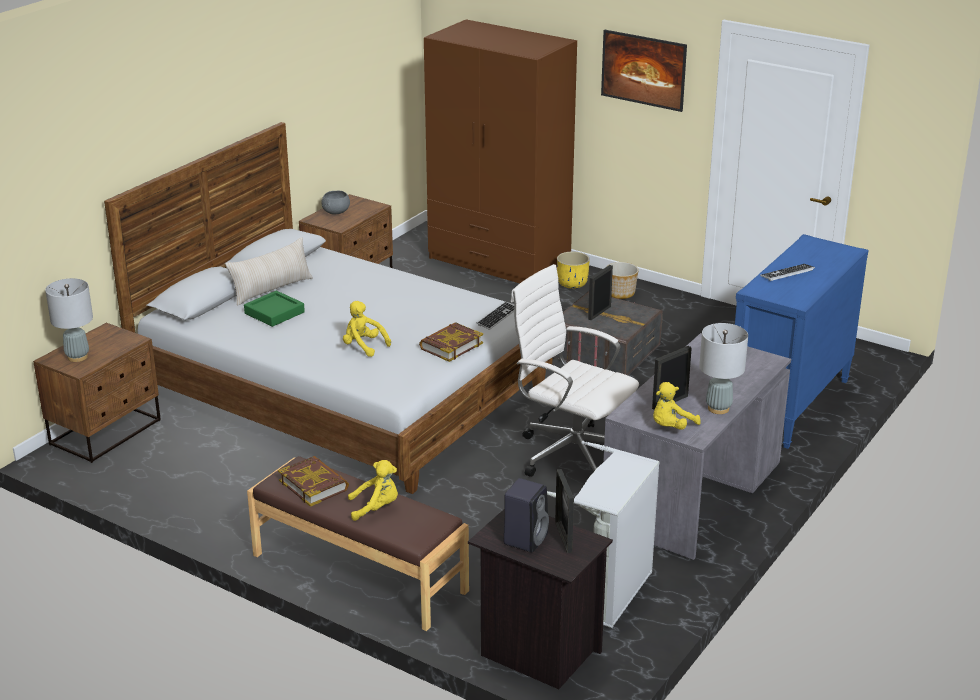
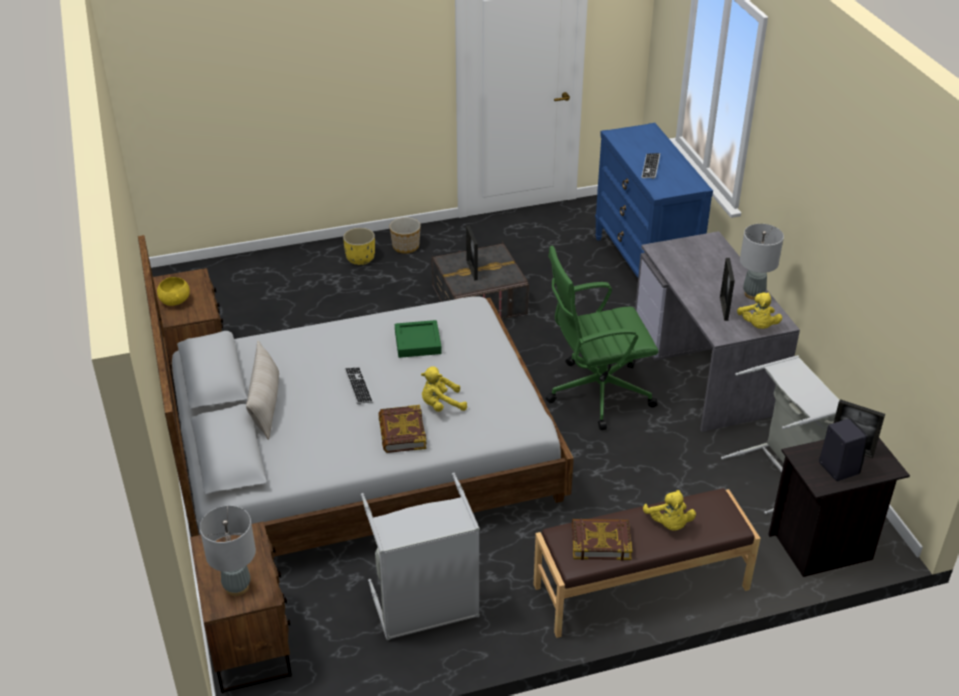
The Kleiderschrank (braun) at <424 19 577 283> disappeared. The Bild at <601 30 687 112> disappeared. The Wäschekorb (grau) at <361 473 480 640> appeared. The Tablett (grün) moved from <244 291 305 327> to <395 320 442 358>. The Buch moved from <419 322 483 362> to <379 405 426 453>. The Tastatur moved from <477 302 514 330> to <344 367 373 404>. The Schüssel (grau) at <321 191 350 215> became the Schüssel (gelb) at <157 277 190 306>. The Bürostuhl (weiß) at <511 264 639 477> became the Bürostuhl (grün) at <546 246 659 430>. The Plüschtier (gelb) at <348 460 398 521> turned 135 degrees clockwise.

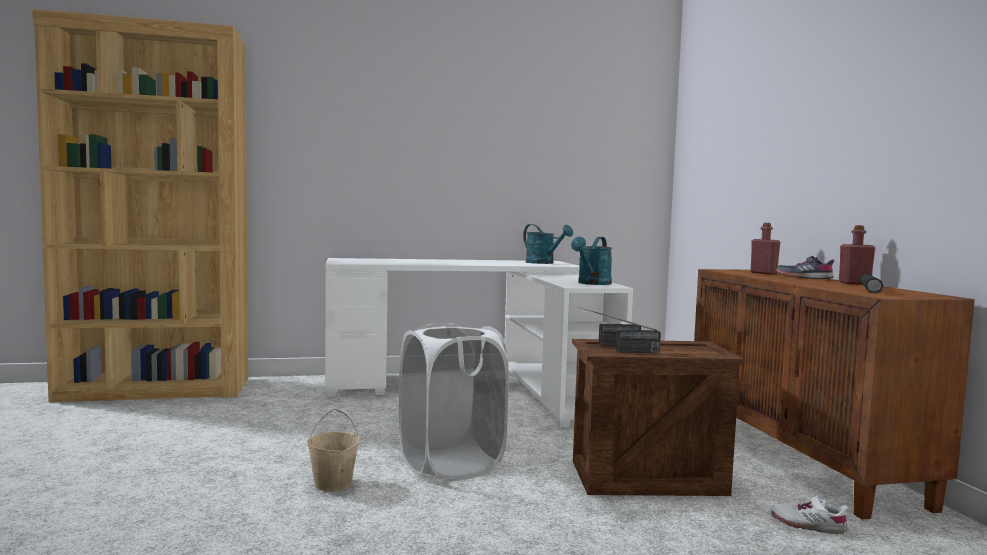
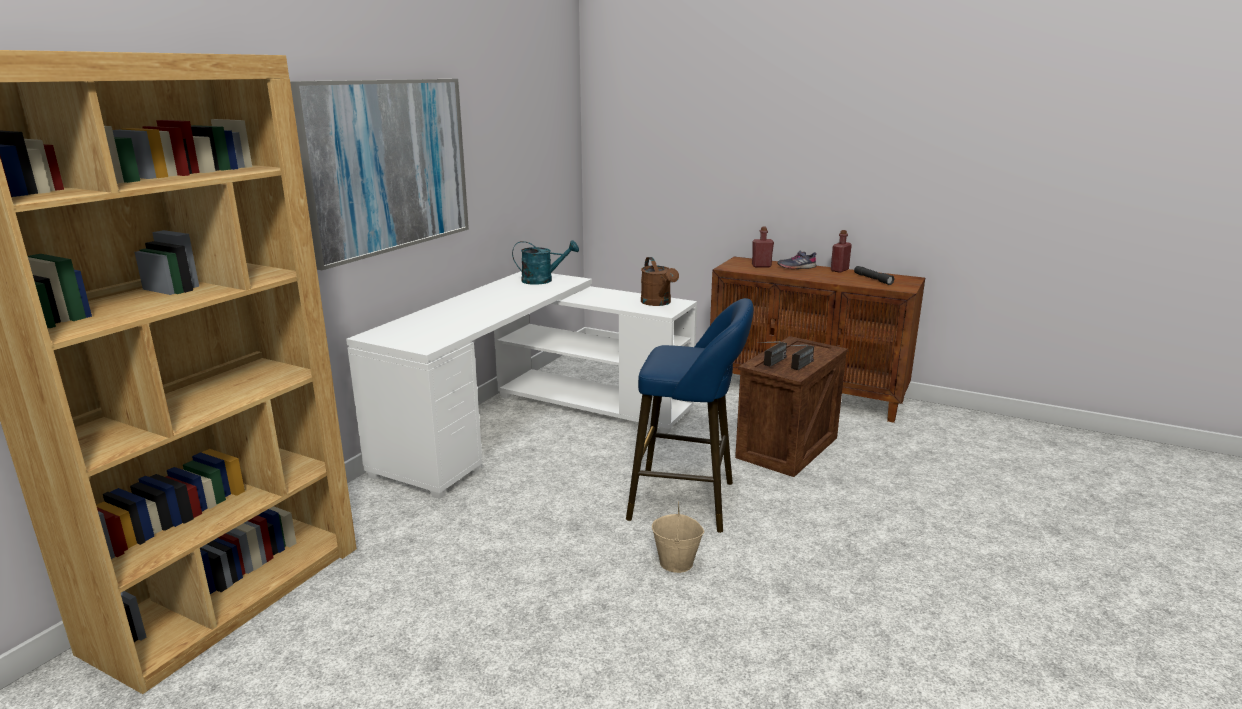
The Schuh (weiß) at <770 496 848 535> disappeared. The Bild at <290 79 469 270> appeared. The Wäschekorb (weiß) at <399 323 509 480> was replaced by the Hocker (blau) at <626 298 754 533>. The Gießkanne (türkis) at <571 237 612 285> became the Gießkanne (braun) at <641 257 679 306>.

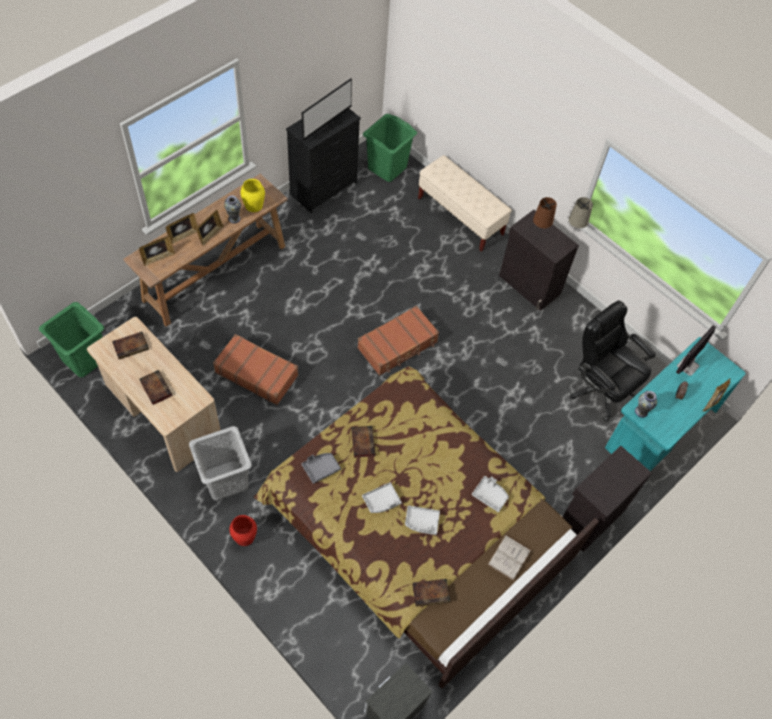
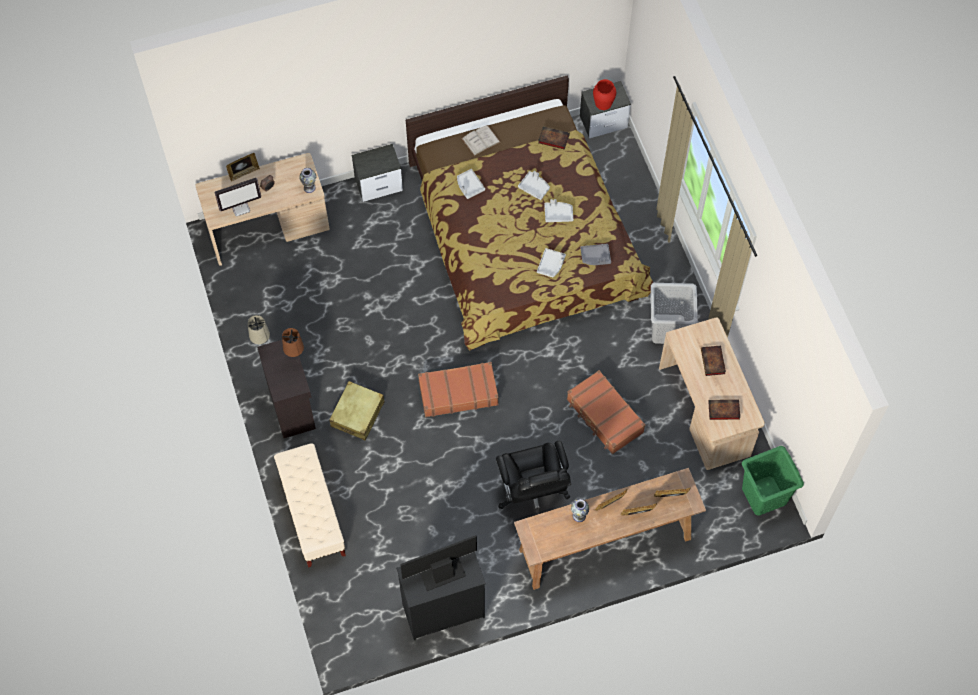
The Vase (gelb) at <240 179 265 212> disappeared. The Wäschekorb (grün) at <363 114 417 182> disappeared. The Koffer (beige) at <330 381 385 440> appeared. The Vase (rot) moved from <229 515 257 546> to <593 79 616 110>. The Bürostuhl (schwarz) moved from <570 300 656 422> to <496 441 571 515>. The Buch at <351 426 376 458> was replaced by the Tablett (grau) at <537 248 566 277>. The Schrank (schwarz) at <560 446 652 552> was replaced by the Nachttisch at <352 144 403 202>. The Schreibtisch (türkis) at <605 337 746 471> became the Schreibtisch (beige) at <195 153 329 266>.

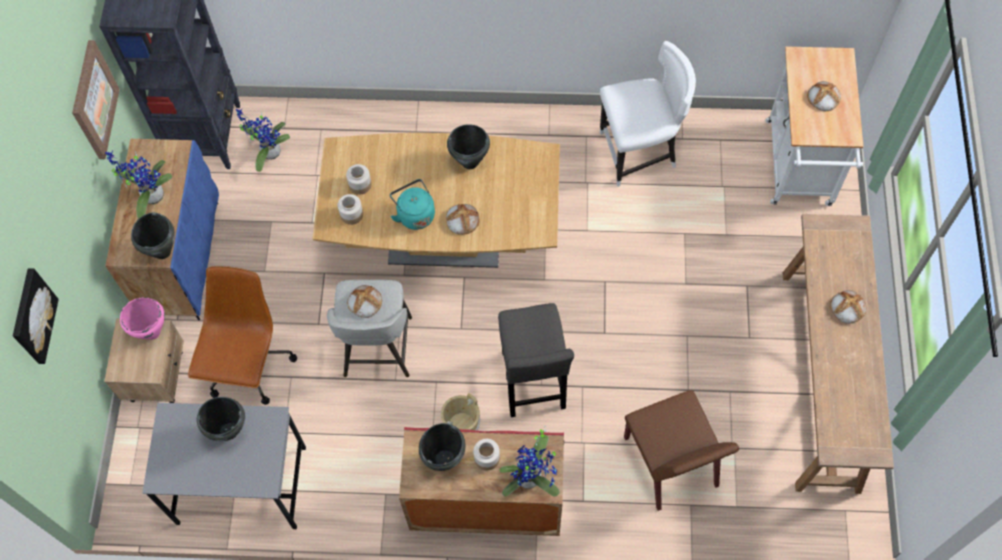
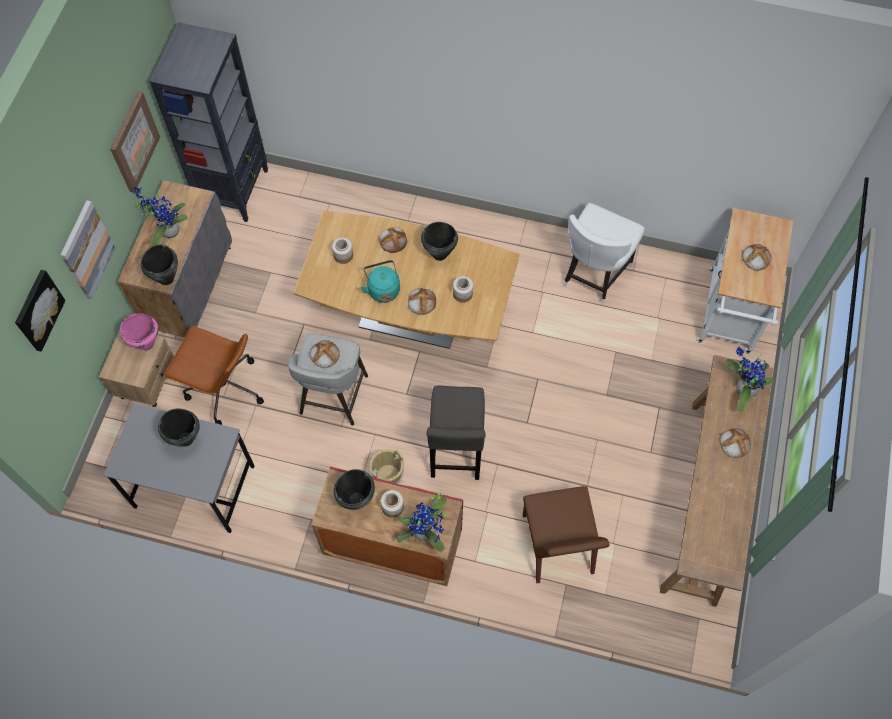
The Bild at <60 200 116 299> appeared. The Brot at <379 227 407 253> appeared. The Topfpflanze moved from <236 109 290 172> to <725 347 774 412>. The Vorratsglas moved from <338 194 363 225> to <453 276 473 303>. The Schrank (blau) at <105 139 219 320> became the Schrank (grau) at <118 180 232 337>. The Bürostuhl (braun) at <188 266 297 405> turned 90 degrees clockwise. The Stuhl (weiß) at <600 41 696 187> turned 120 degrees clockwise.

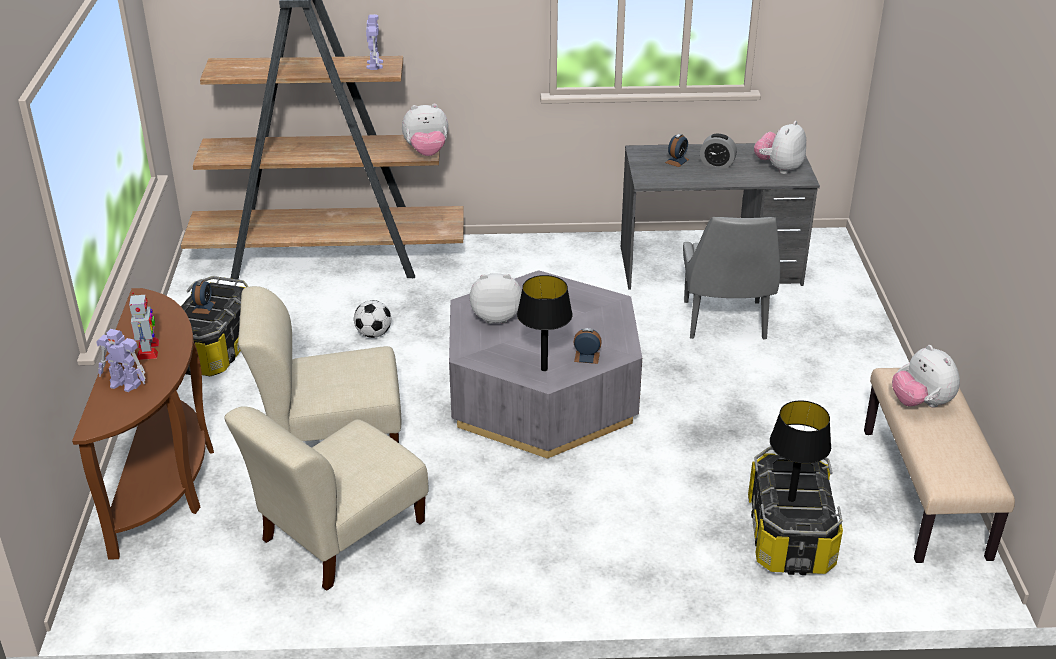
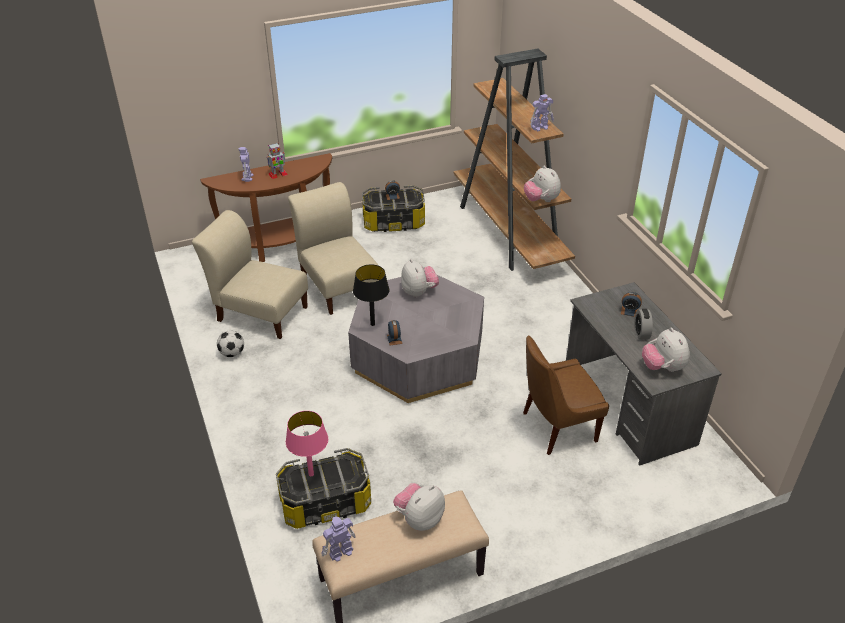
The Spielzeugroboter at <321 516 355 562> appeared. The Fußball moved from <354 300 391 338> to <217 330 244 357>. The Stuhl (grau) at <683 217 780 339> became the Stuhl (braun) at <523 335 609 455>. The Tischlampe (schwarz) at <770 400 831 502> became the Tischlampe (rosa) at <286 411 328 476>. The Plüschtier at <754 121 806 174> turned 120 degrees counterclockwise.

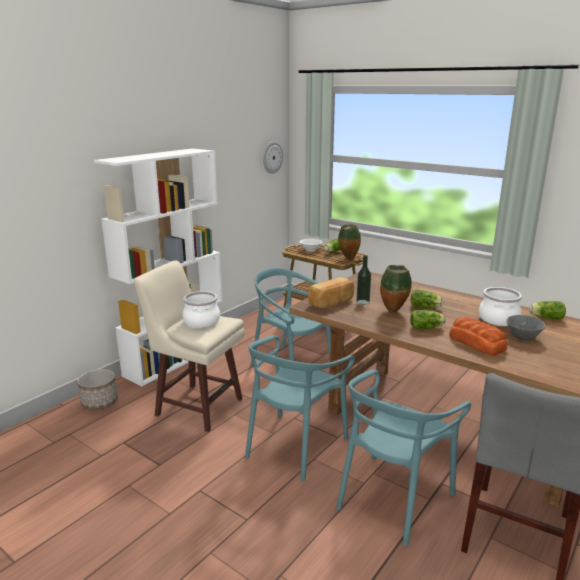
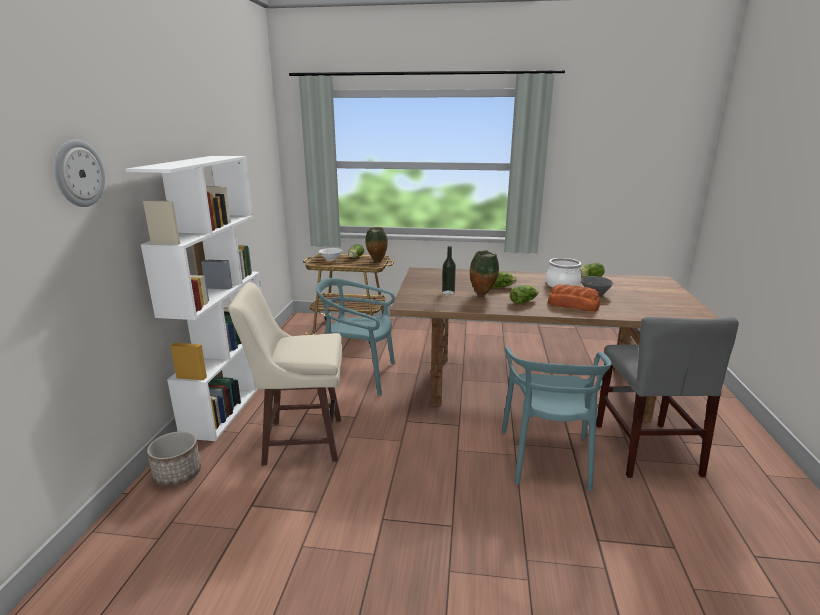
The Kochtopf at <183 291 220 328> disappeared. The Stuhl (türkis) at <245 335 355 481> disappeared. The Brot at <308 277 354 308> disappeared. The Wanduhr moved from <263 141 283 174> to <54 139 105 207>.

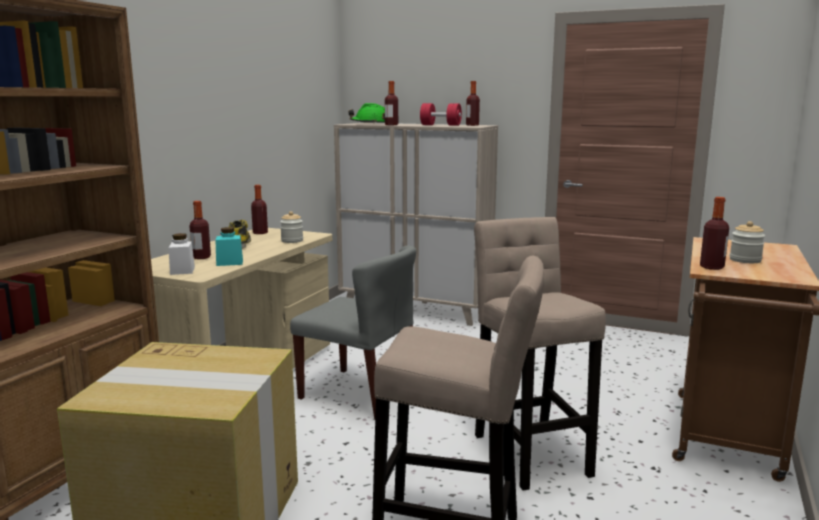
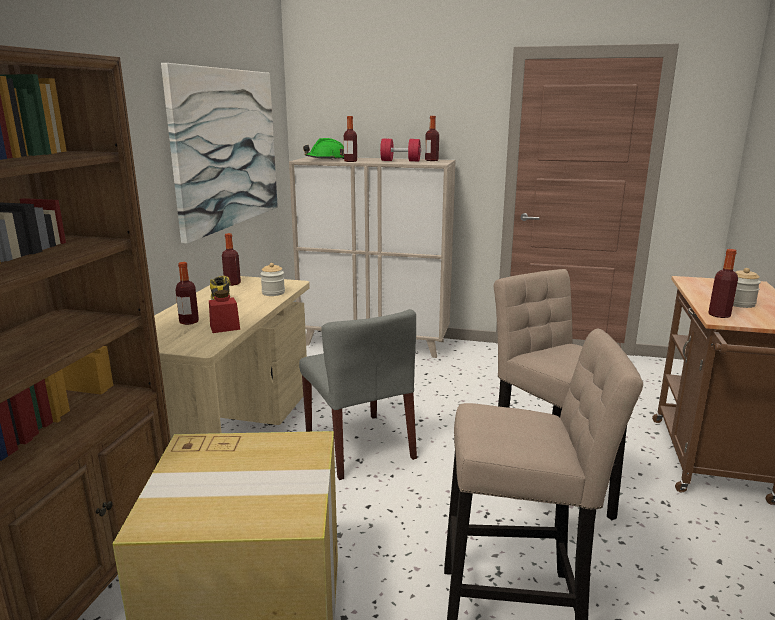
The Vorratsglas (weiß) at <169 233 195 275> disappeared. The Bild at <161 63 278 244> appeared. The Vorratsglas (türkis) at <216 227 243 266> became the Vorratsglas (rot) at <209 290 240 333>. The Stuhl (grau) at <290 245 416 420> turned 45 degrees clockwise.

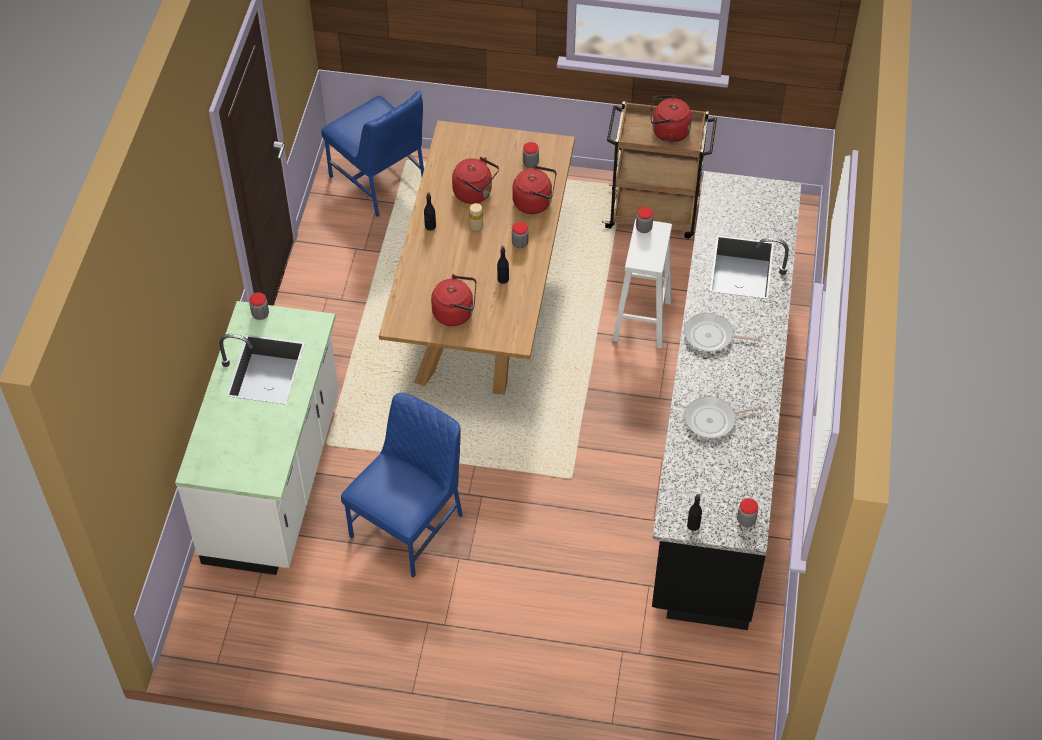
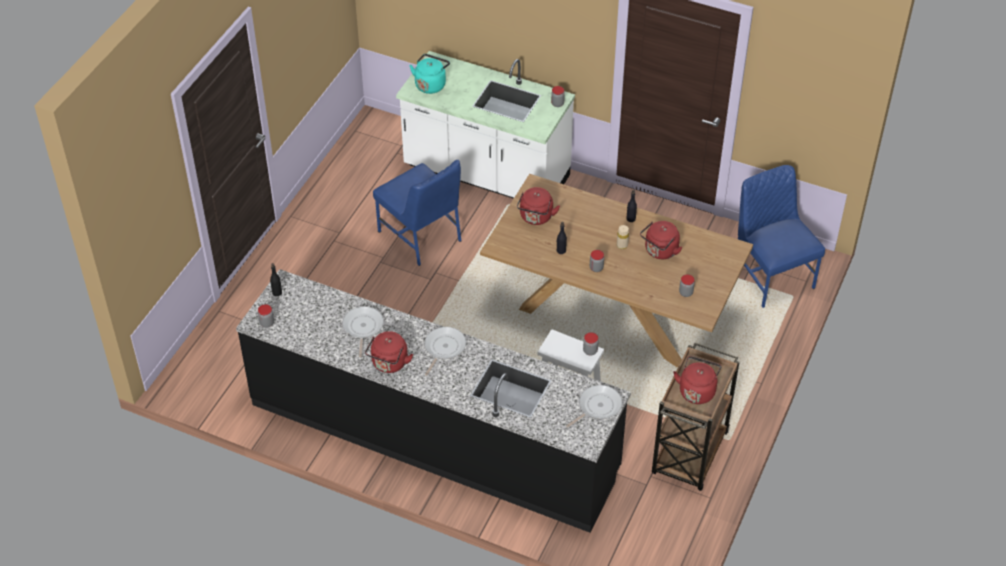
The Wasserkessel (türkis) at <410 54 450 94> appeared. The Pfanne at <566 385 622 427> appeared. The Wasserkessel (rot) moved from <512 165 556 214> to <365 331 413 373>. The Stuhl (blau) at <321 91 424 217> turned 90 degrees clockwise.

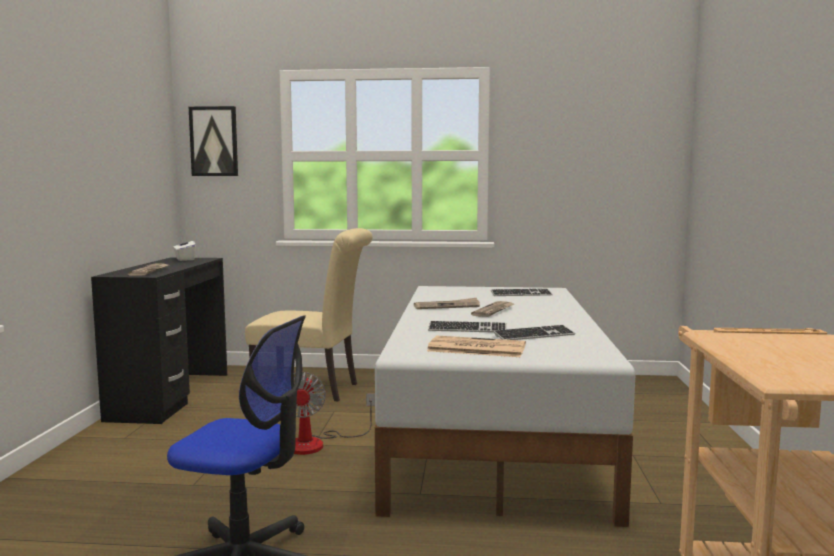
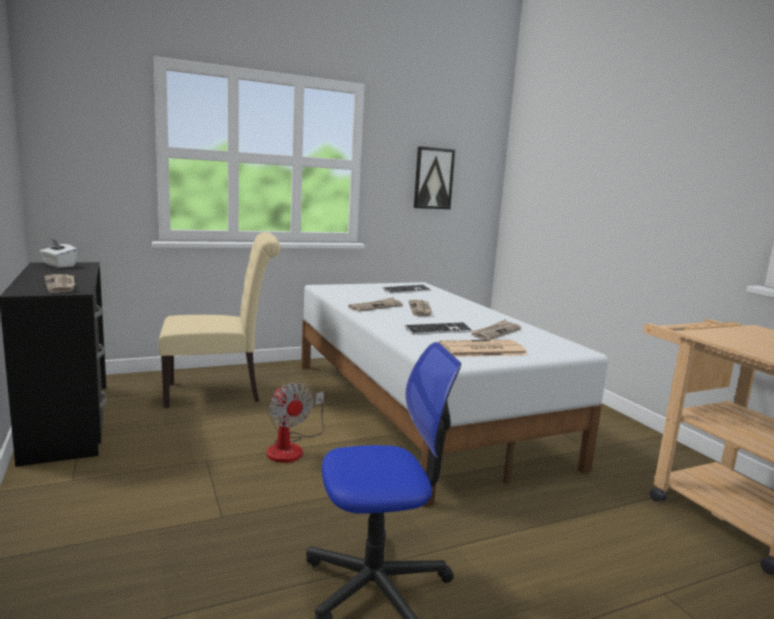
The Bild moved from <189 106 238 176> to <414 146 455 209>. The Tastatur at <493 325 575 340> was replaced by the Zeitung at <470 320 521 340>.

